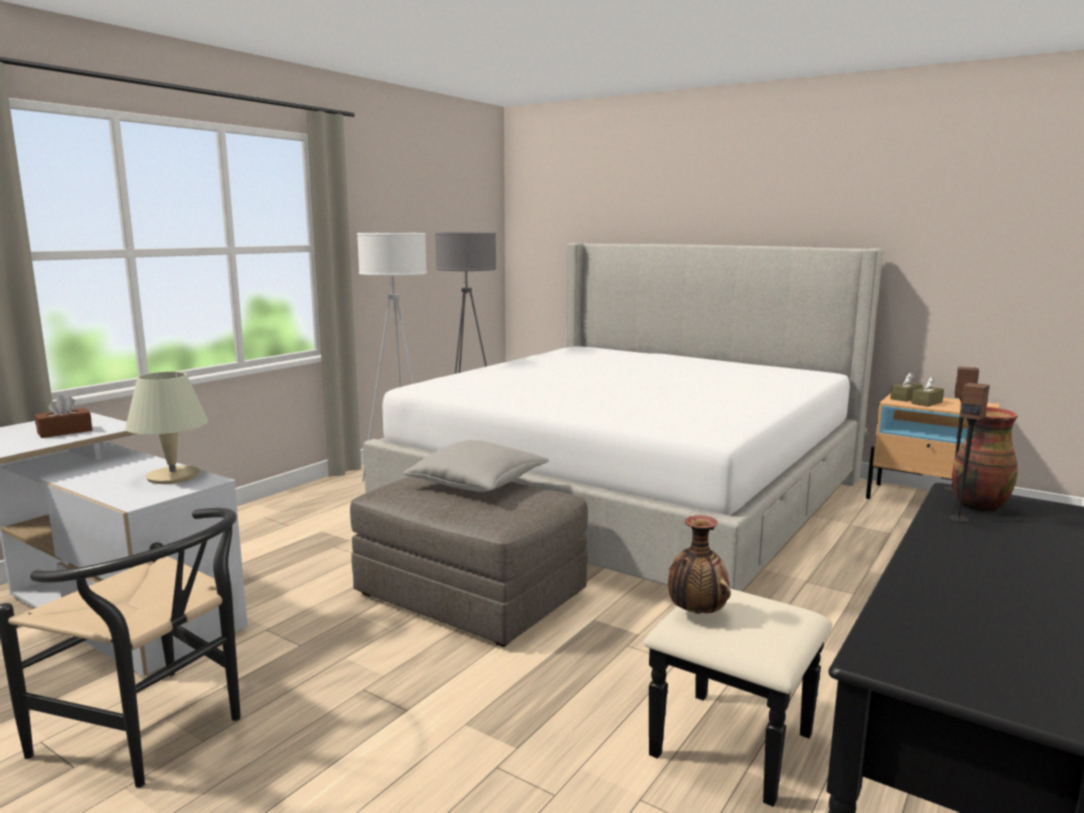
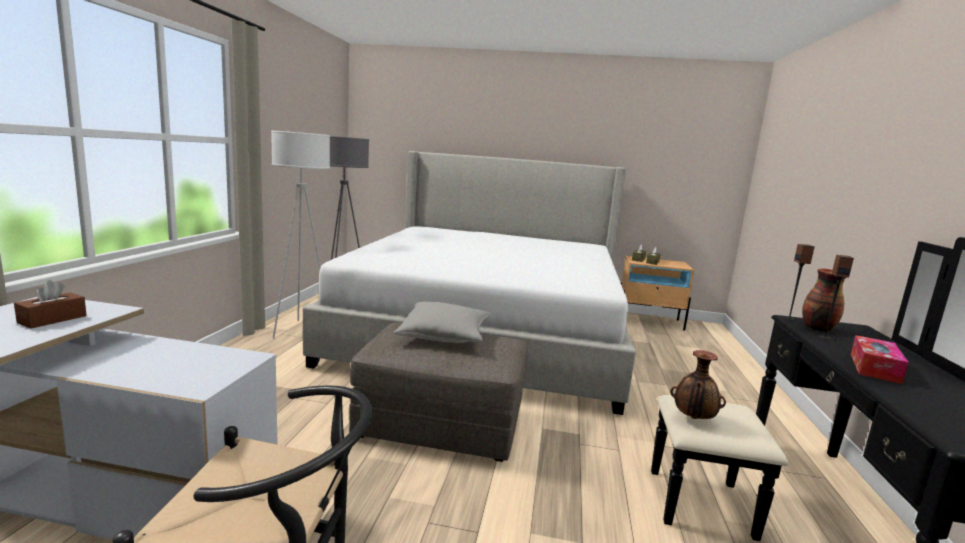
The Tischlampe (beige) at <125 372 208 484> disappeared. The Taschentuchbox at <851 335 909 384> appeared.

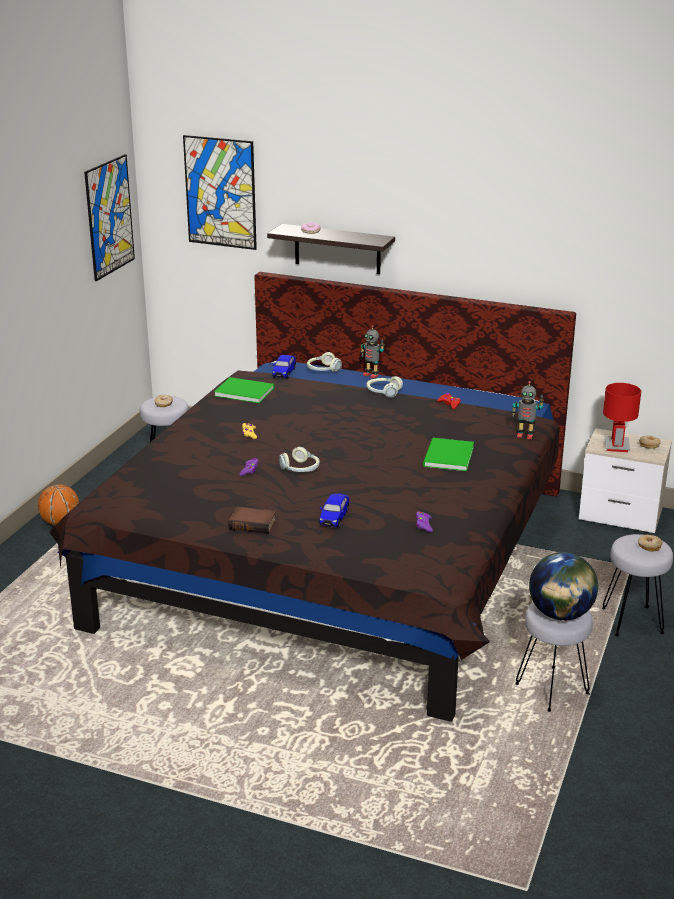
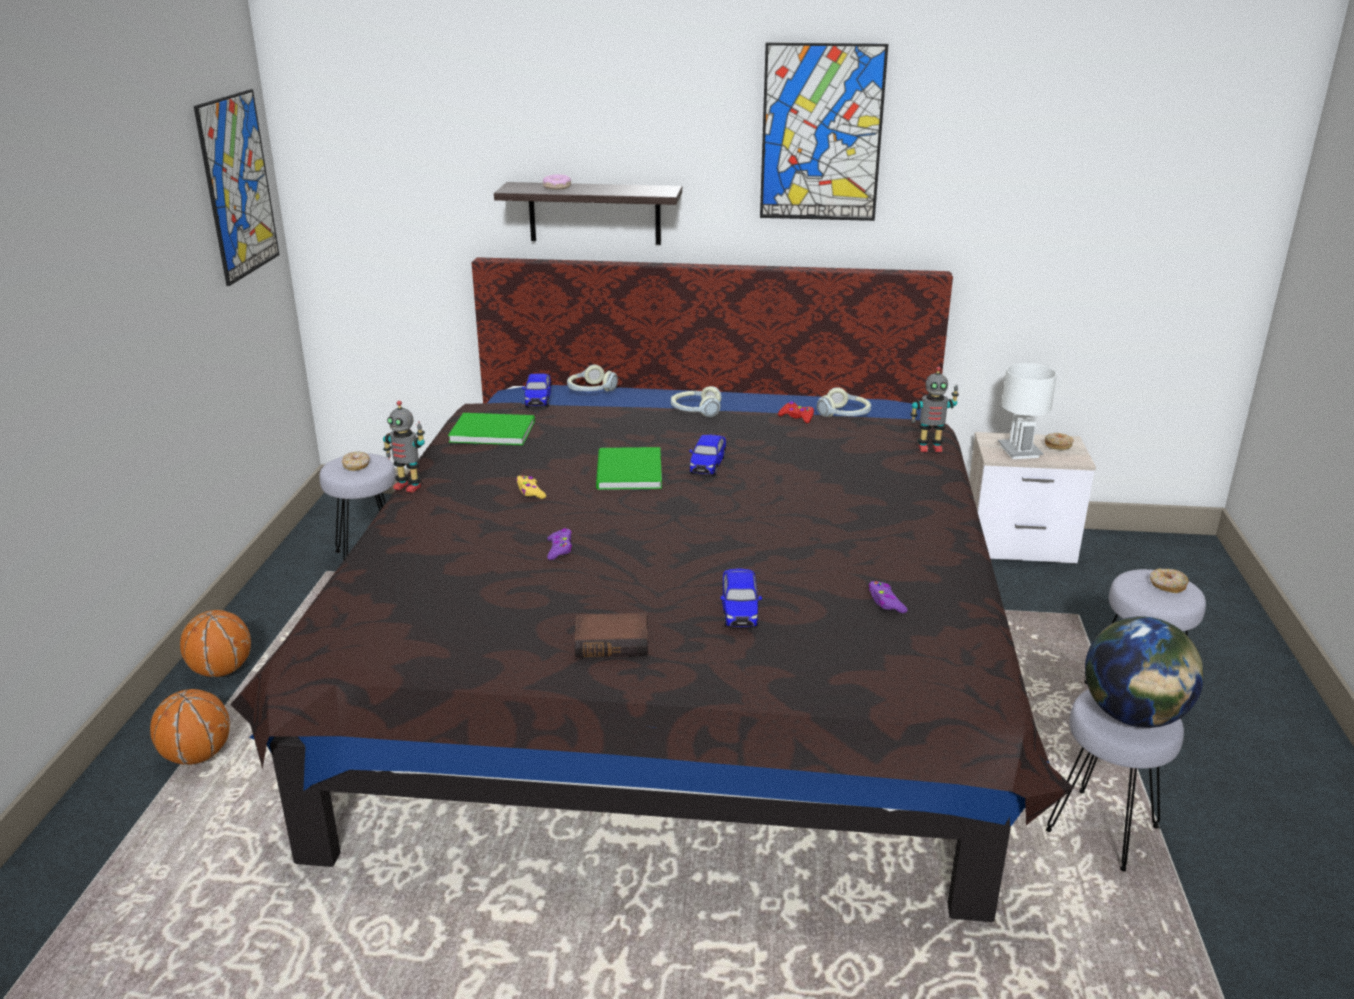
The Basketball at <150 689 230 765> appeared. The Spielzeugauto at <689 435 726 476> appeared. The Bild moved from <183 135 257 250> to <760 42 888 221>. The Kopfhörer moved from <279 447 320 472> to <817 387 871 417>. The Spielzeugroboter moved from <360 325 385 379> to <383 401 425 493>. The Buch (grün) moved from <423 438 474 471> to <596 447 662 490>. The Tischlampe (rot) at <603 383 641 452> became the Tischlampe (weiß) at <998 363 1057 459>.

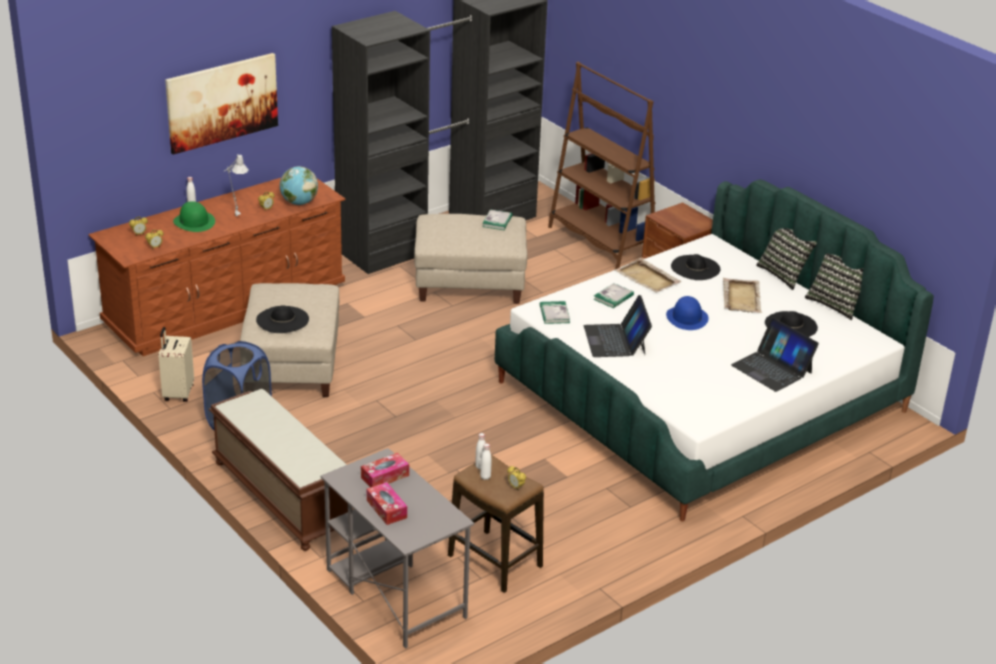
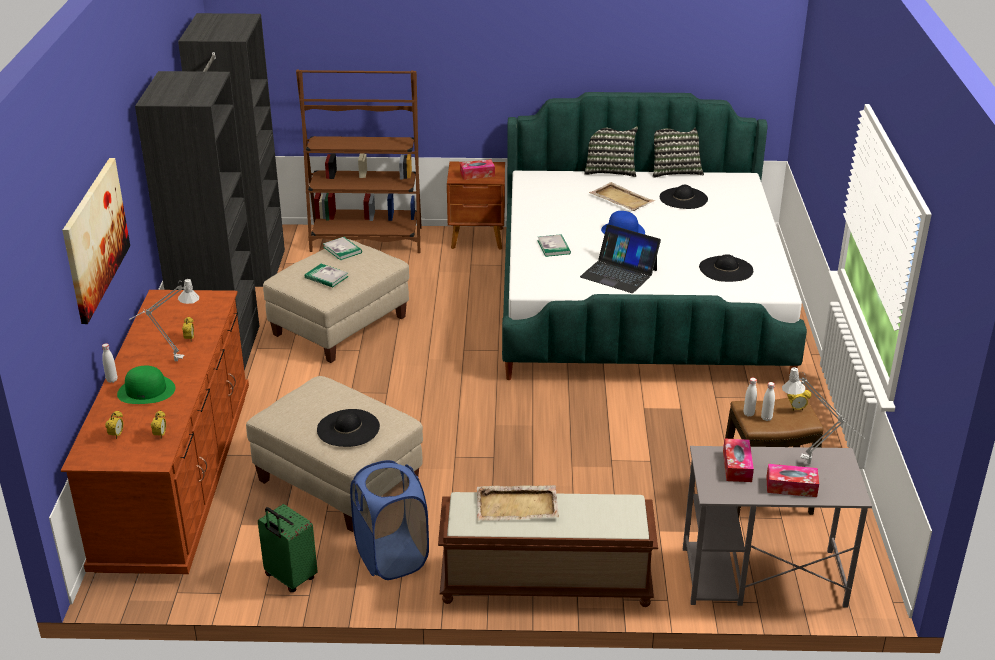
The Globus at <280 166 318 205> disappeared. The Laptop at <731 318 819 392> disappeared. The Taschentuchbox at <460 159 495 180> appeared. The Tischlampe (grau) at <782 367 865 464> appeared. The Buch moved from <540 301 570 324> to <305 264 349 287>. The Tablett (beige) moved from <614 258 682 293> to <477 485 559 521>. The Hut (schwarz) moved from <671 254 720 280> to <699 254 753 282>. The Koffer (beige) at <159 327 194 402> became the Koffer (grün) at <258 504 318 592>.

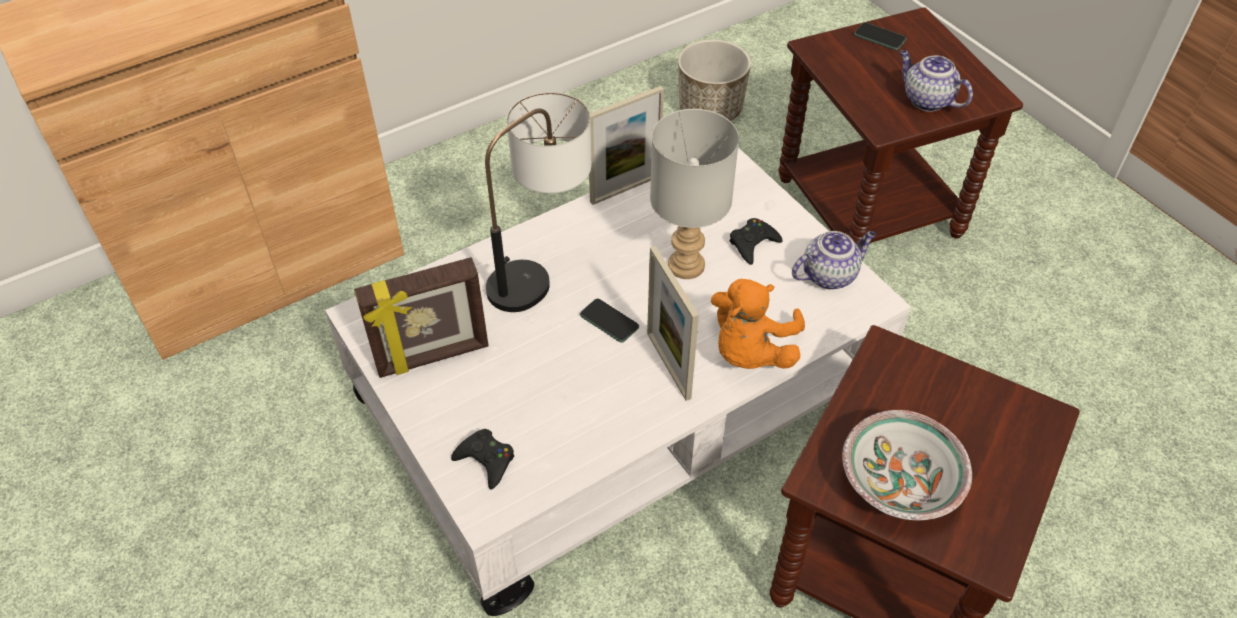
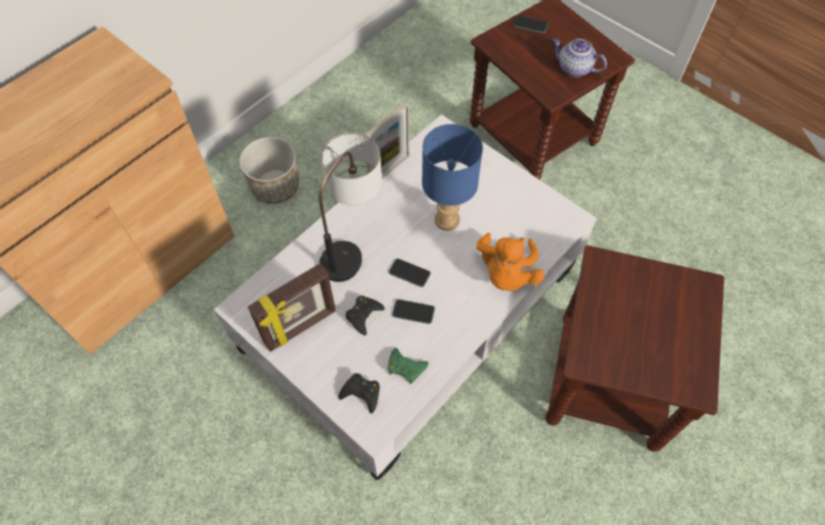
The Bilderrahmen at <647 246 699 401> disappeared. The Teekanne at <792 231 876 290> disappeared. The Schüssel at <842 410 972 520> disappeared. The Gamepad (grün) at <388 348 429 384> appeared. The Handy at <392 299 435 324> appeared. The Pflanzkübel moved from <678 39 751 121> to <239 137 299 204>. The Gamepad (schwarz) moved from <729 218 783 265> to <345 296 385 335>. The Tischlampe (grau) at <650 109 739 279> became the Tischlampe (blau) at <422 124 483 231>.

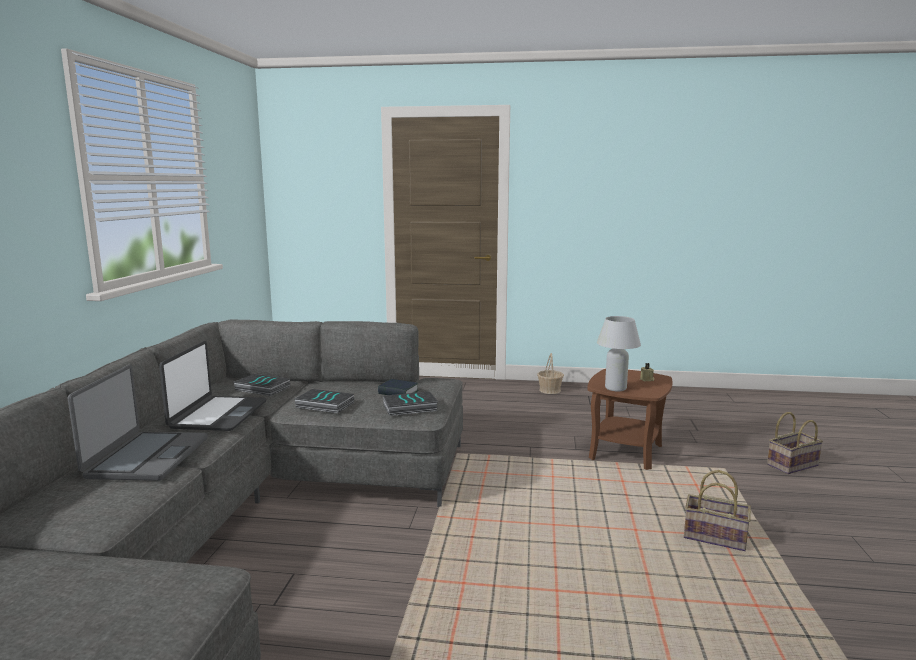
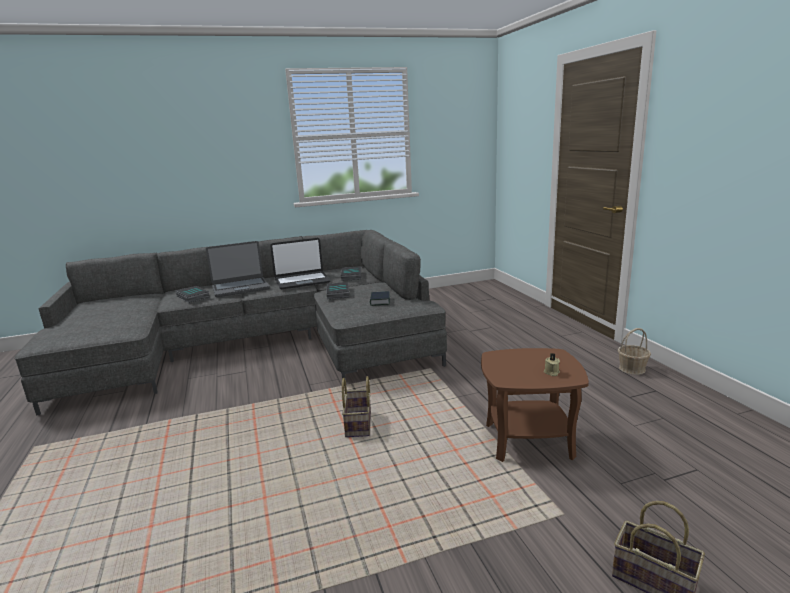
The Tischlampe (weiß) at <597 316 641 391> disappeared. The Buch moved from <383 391 438 416> to <176 286 209 303>. The Korb moved from <684 470 751 551> to <342 376 371 437>.

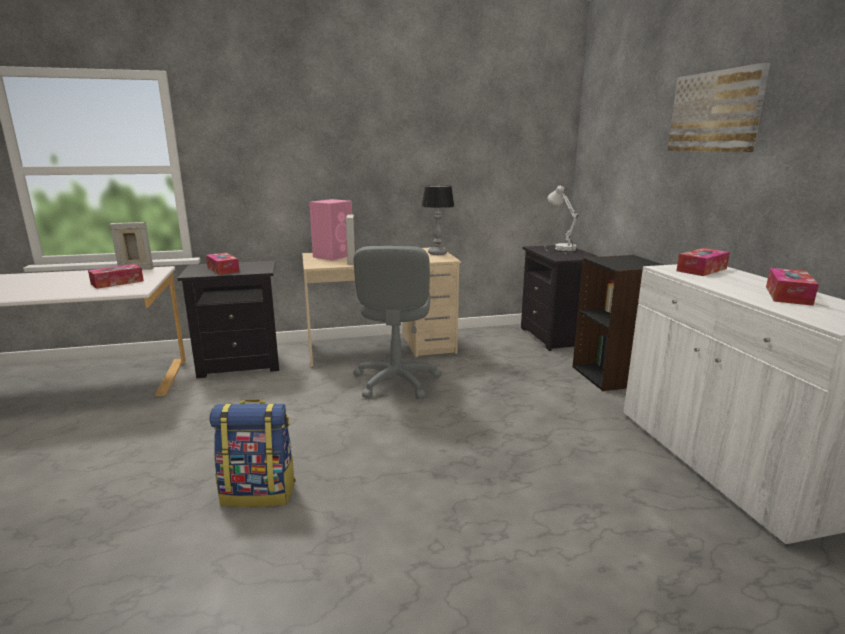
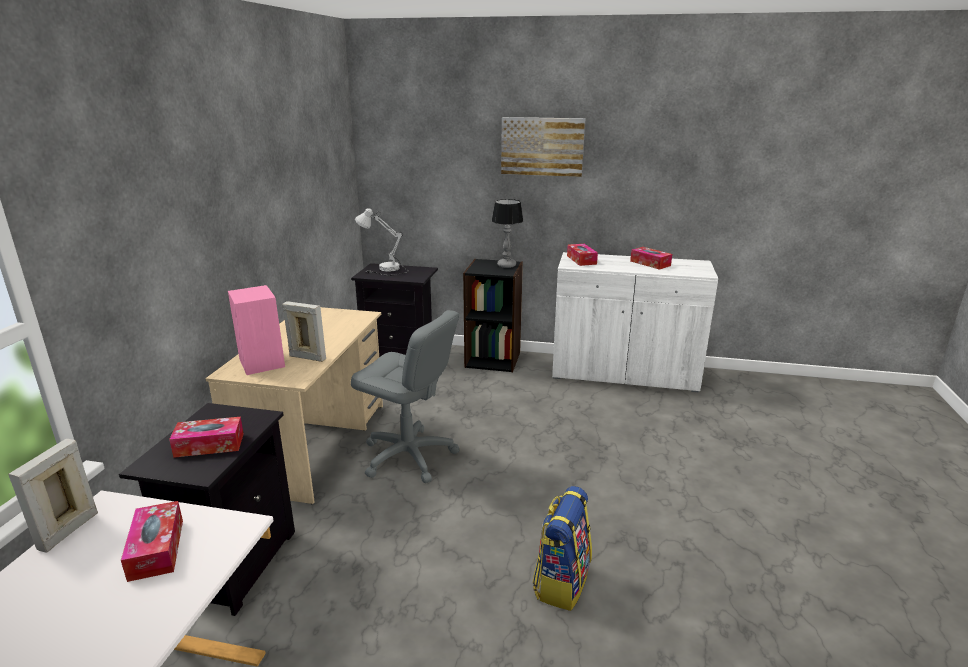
The Tischlampe moved from <422 185 455 255> to <492 199 523 268>.

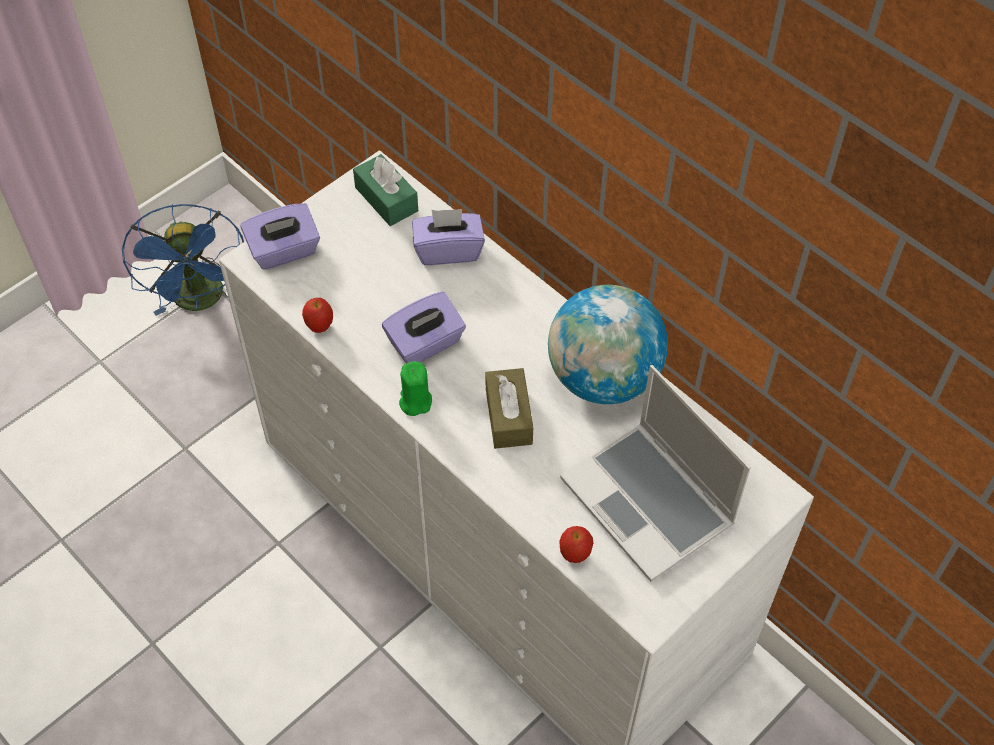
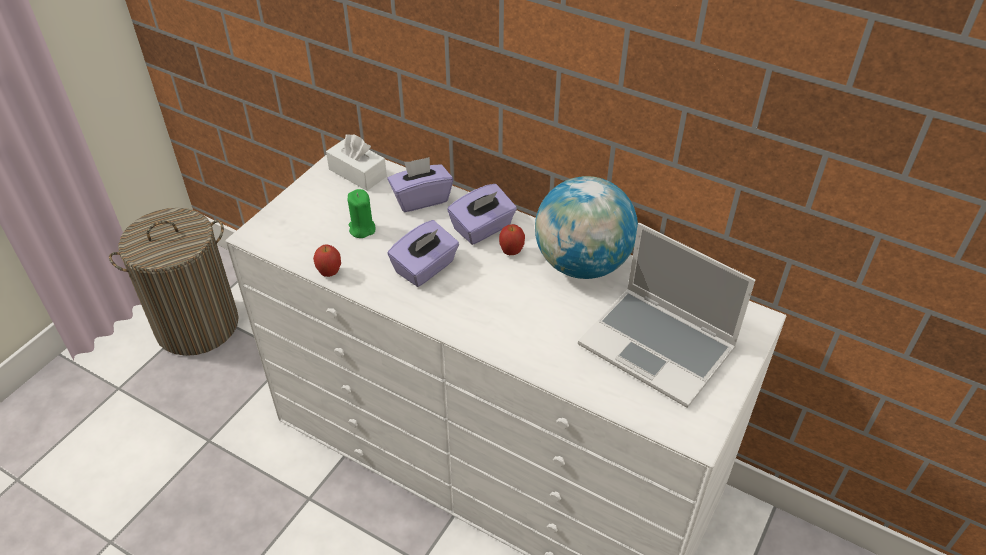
The Taschentuchbox (braun) at <486 368 533 449> disappeared. The Taschentuchbox (lila) moved from <241 203 320 270> to <447 184 517 245>. The Kerze (grün) moved from <399 361 432 416> to <347 189 375 238>. The Apfel moved from <559 526 593 563> to <499 224 525 255>. The Ventilator (blau) at <122 204 244 316> was replaced by the Wäschekorb at <109 208 239 356>. The Taschentuchbox (grün) at <353 154 418 226> became the Taschentuchbox (weiß) at <326 134 387 191>.

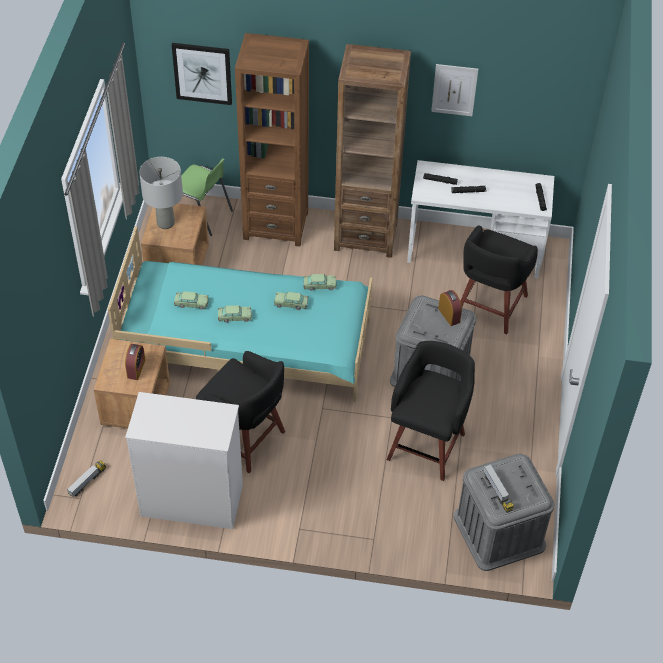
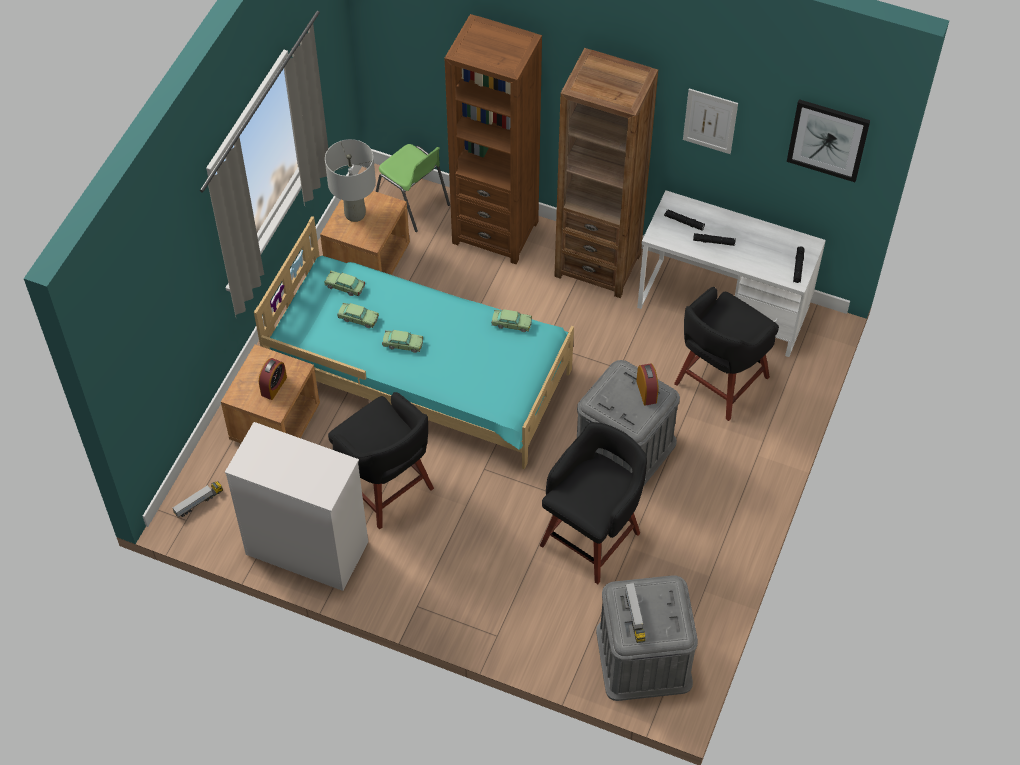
The Bild moved from <172 43 232 105> to <787 99 870 182>. The Spielzeugauto moved from <274 292 308 310> to <324 271 365 296>.

